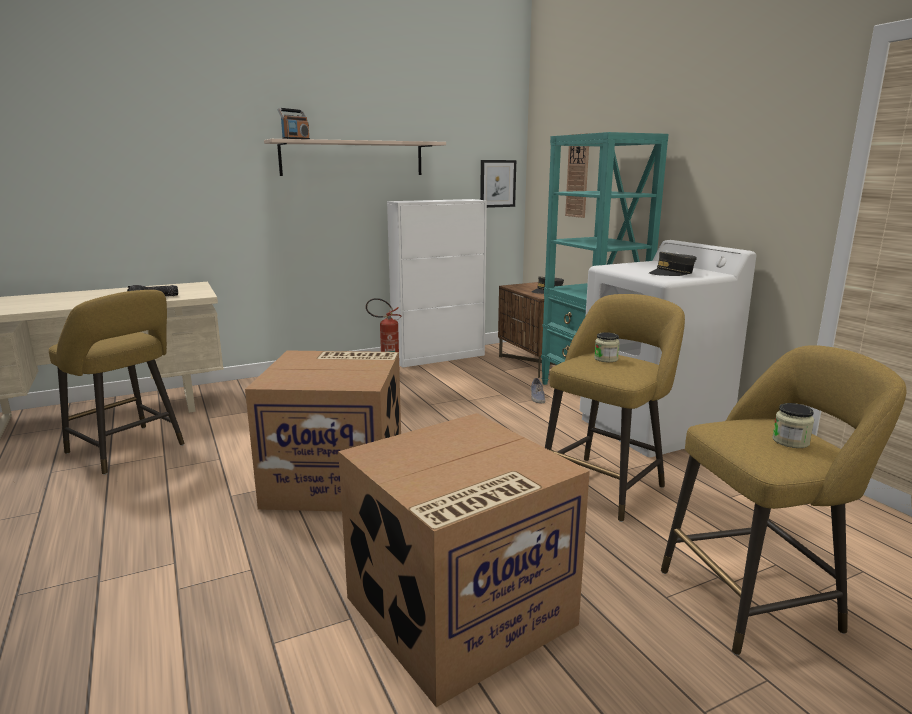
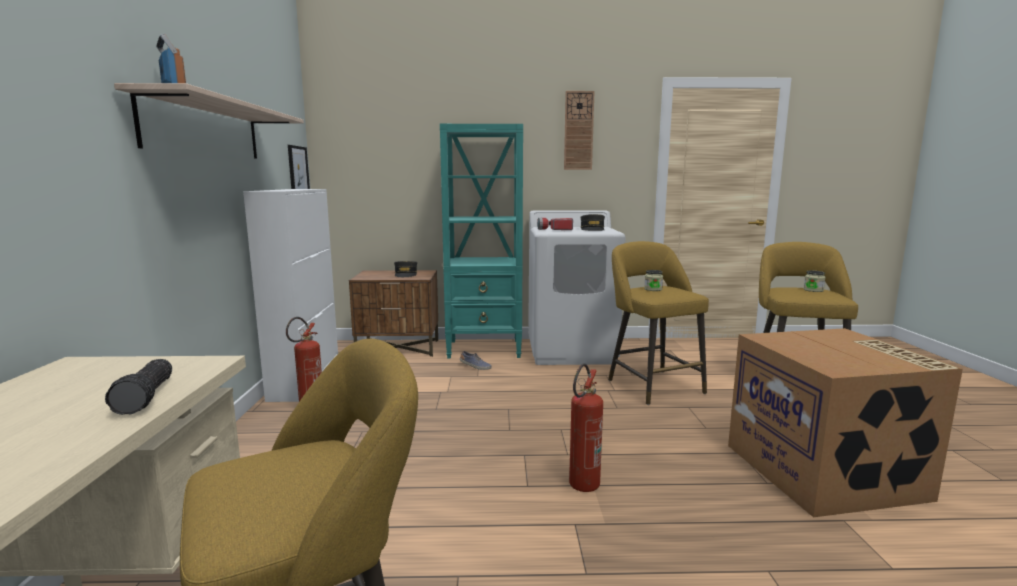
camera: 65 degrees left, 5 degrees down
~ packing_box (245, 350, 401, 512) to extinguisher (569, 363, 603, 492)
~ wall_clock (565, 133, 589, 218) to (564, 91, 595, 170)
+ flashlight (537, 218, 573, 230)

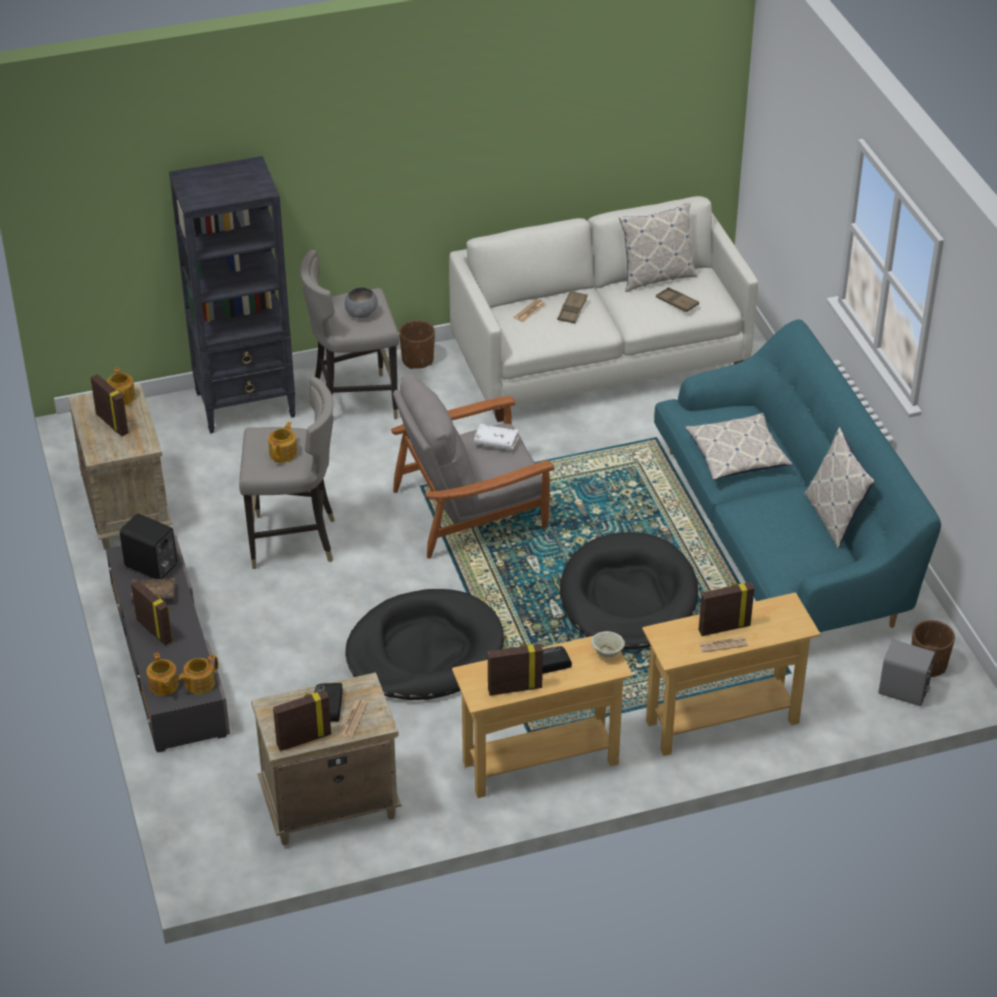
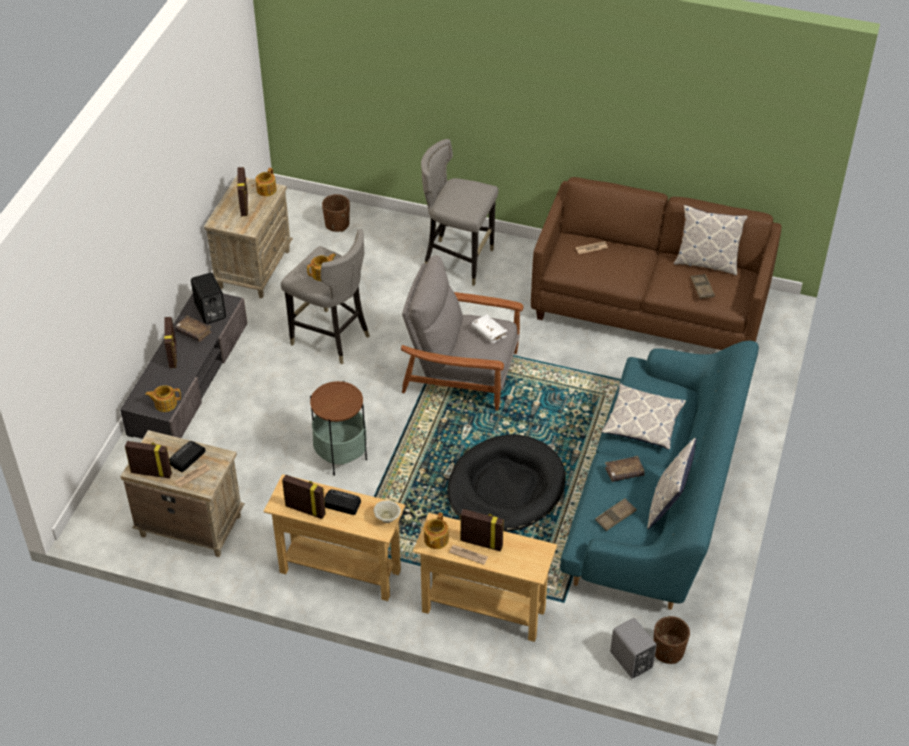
camera: 35 degrees right, 5 degrees up
~ tea_pot (147, 652, 178, 696) to (424, 512, 449, 549)
- black-coloured_bookshelf (169, 156, 296, 433)
- gray_serving_bowl (345, 287, 378, 318)
~ black-coloured_dog_bed (346, 589, 504, 700) to end_table (310, 381, 367, 476)
~ brown_flower_pot (399, 320, 435, 369) to (322, 194, 350, 232)
~ white_couch (449, 196, 758, 422) to brown_couch (531, 177, 782, 350)
~ brown_serving_tray (557, 291, 588, 324) to (595, 498, 637, 531)
+ brown_book (605, 456, 645, 482)

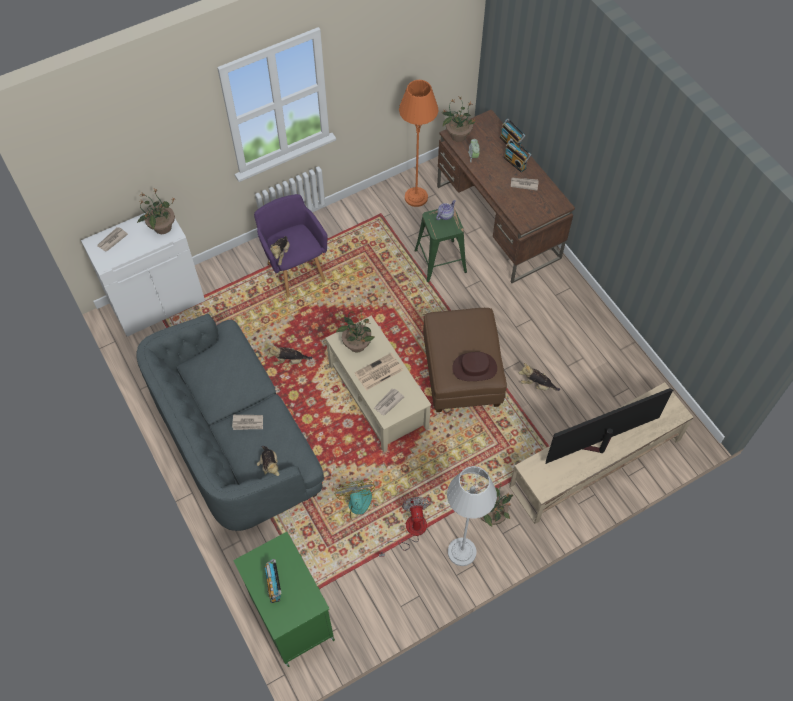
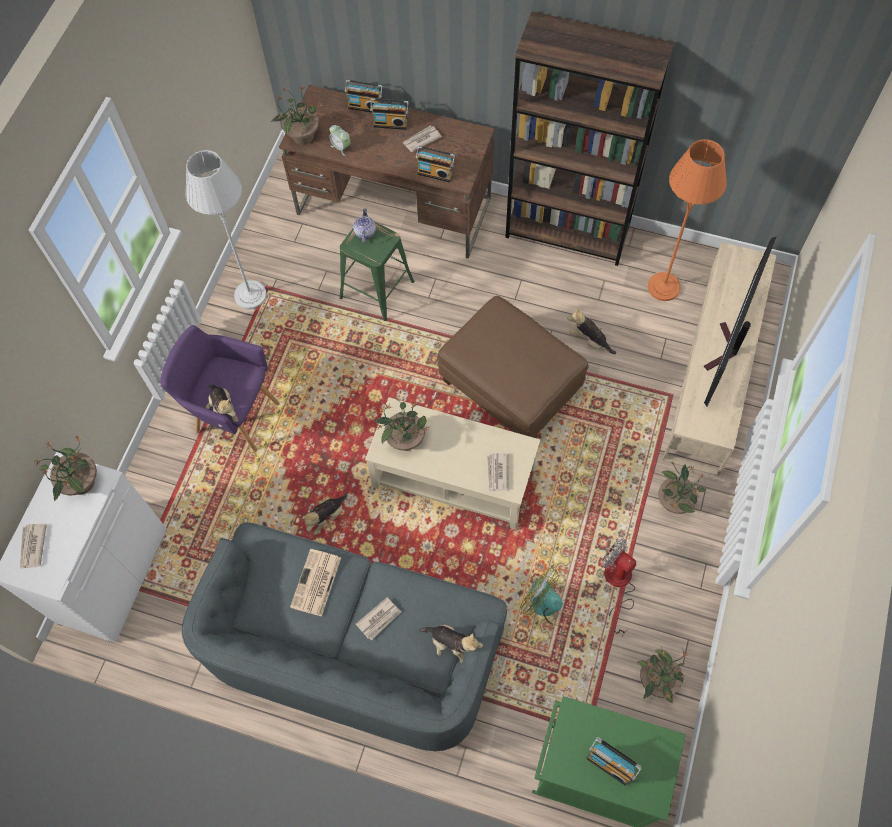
camera: 40 degrees left, 5 degrees up
~ newspaper (355, 353, 403, 391) to (290, 549, 341, 617)
~ orangey_standard_lamp (399, 80, 439, 207) to (648, 139, 727, 301)
~ gray_standard_lamp (447, 466, 497, 566) to (185, 150, 267, 310)
- brown_wearable_hat (452, 352, 497, 381)
~ soft_toy (518, 363, 560, 391) = (567, 307, 616, 354) 60 degrees clockwise
+ radio_receiver (416, 146, 455, 182)
+ brown_bookshelf (505, 11, 674, 266)
+ houseplant (637, 647, 687, 703)

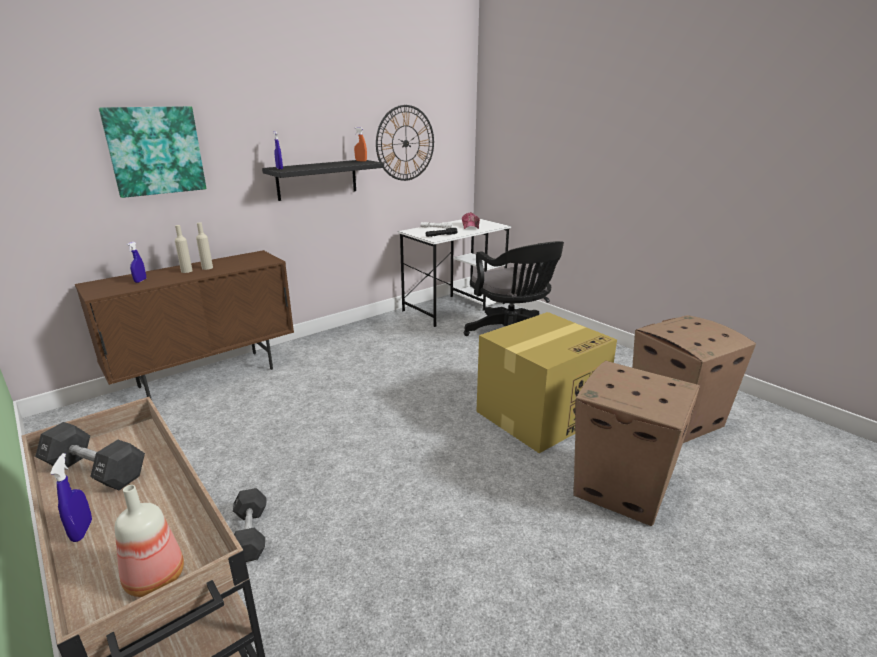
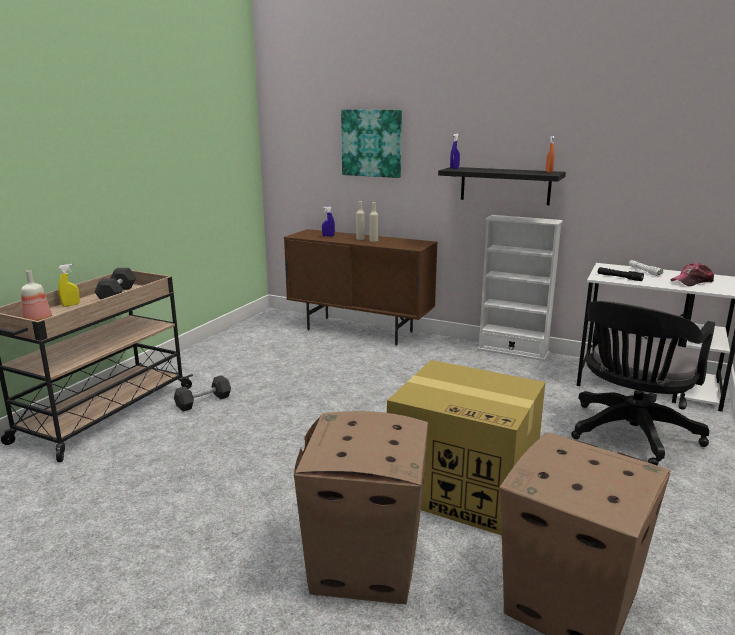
camera: 65 degrees right, 5 degrees down
~ bluish_hand_sprayer (50, 453, 92, 542) to yellowish_hand_sprayer (58, 264, 80, 307)
- wall_clock (376, 105, 434, 181)
+ white_bookshelf (477, 215, 563, 361)

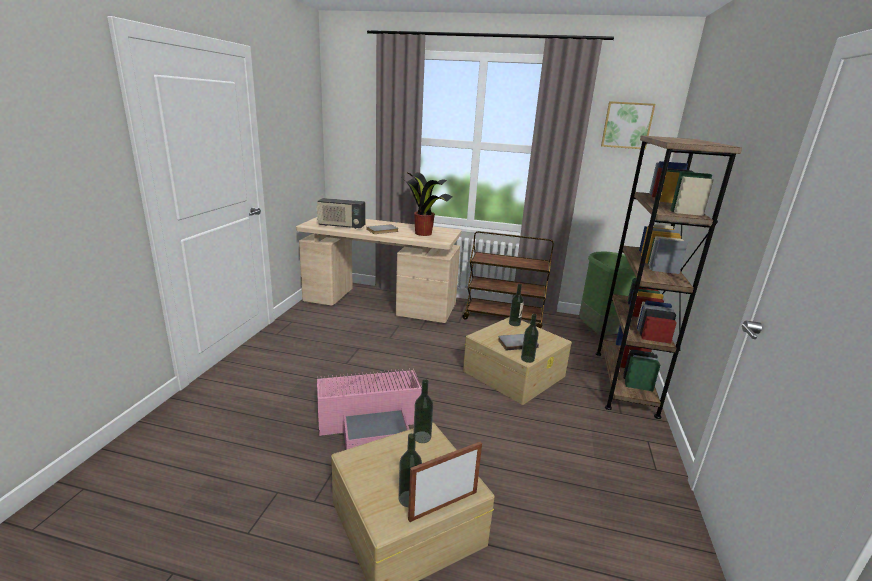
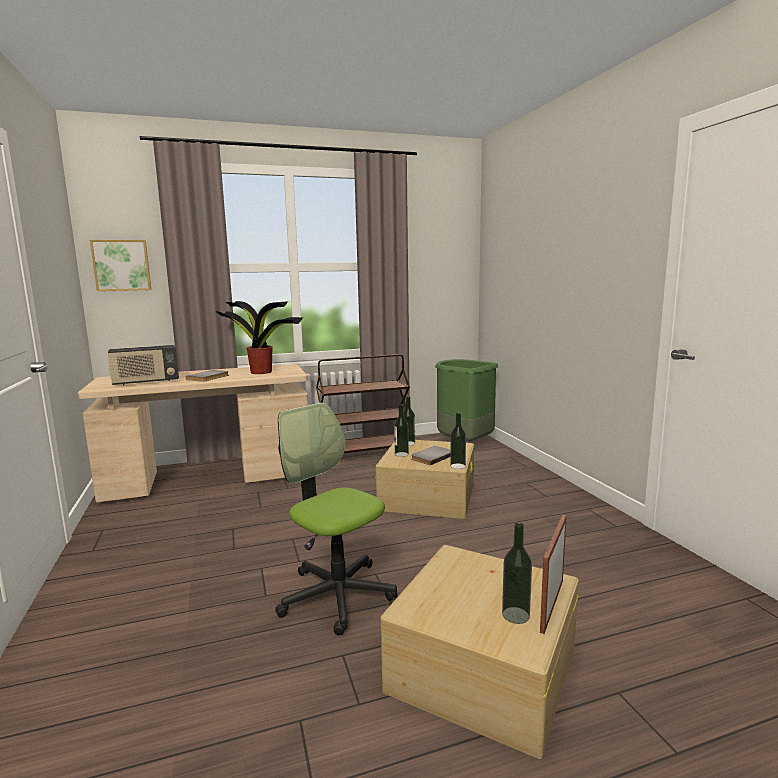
camera: 30 degrees left, 10 degrees down
~ pink_storage_box (317, 368, 422, 450) to desk_chair (275, 403, 398, 635)
~ beverage_bottle (413, 379, 433, 443) to (394, 404, 409, 457)
- brown_bookshelf (596, 135, 742, 419)
~ wall_art (601, 101, 655, 150) to (90, 240, 151, 291)

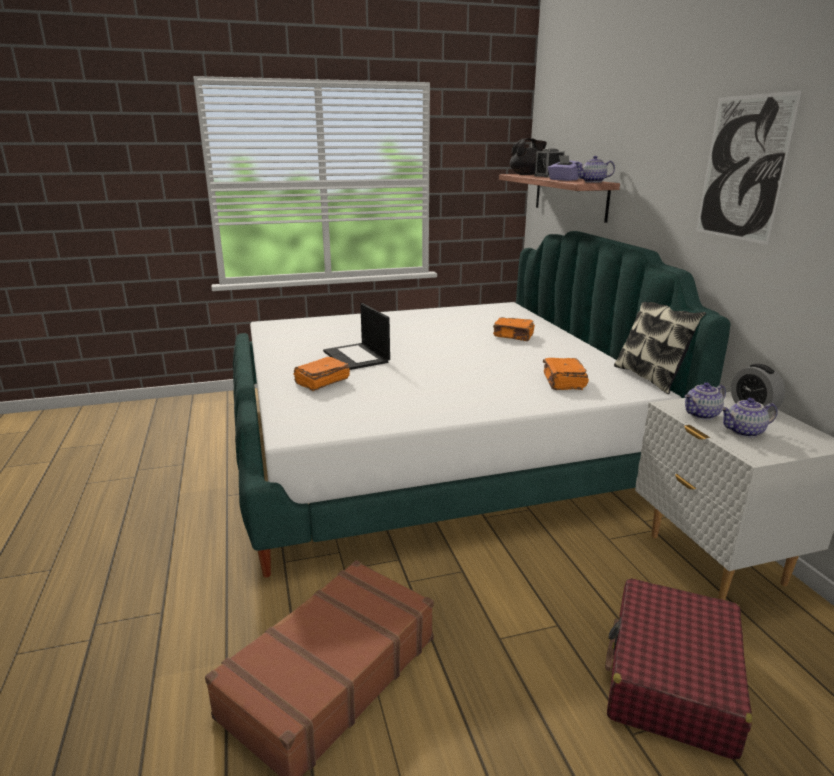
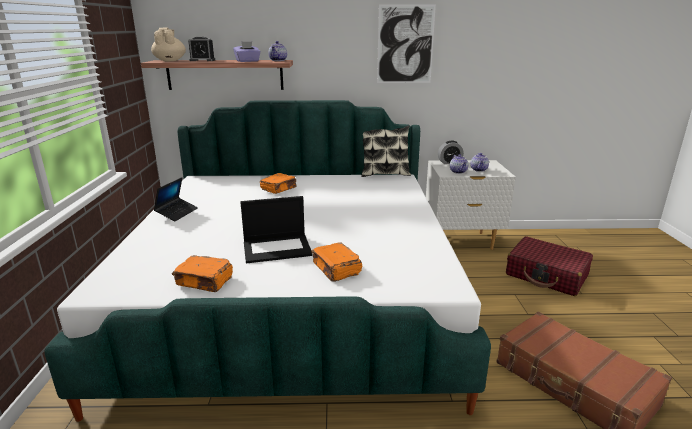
camera: 75 degrees left, 0 degrees up
~ black-coloured_tea_pot (510, 138, 547, 175) to beige_tea_pot (151, 27, 186, 62)
~ orangey_book (543, 358, 589, 390) to (172, 255, 233, 292)
+ laptop (154, 177, 198, 221)

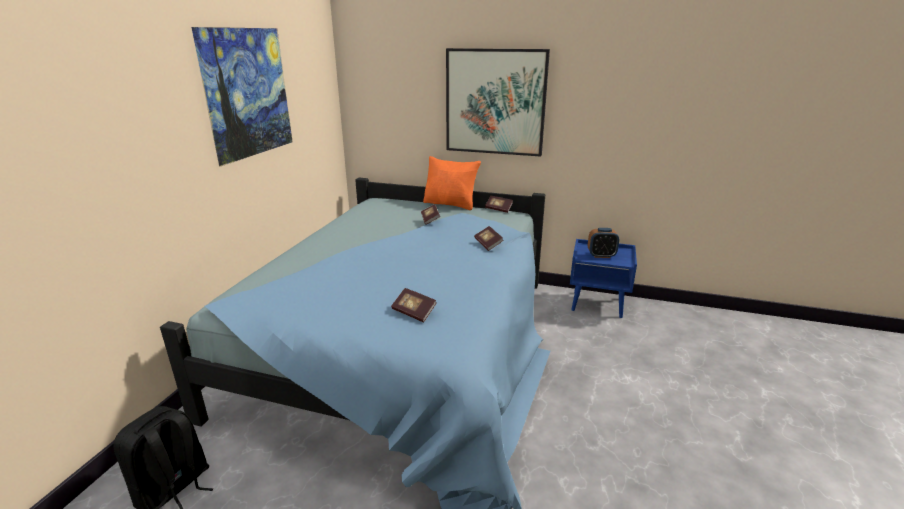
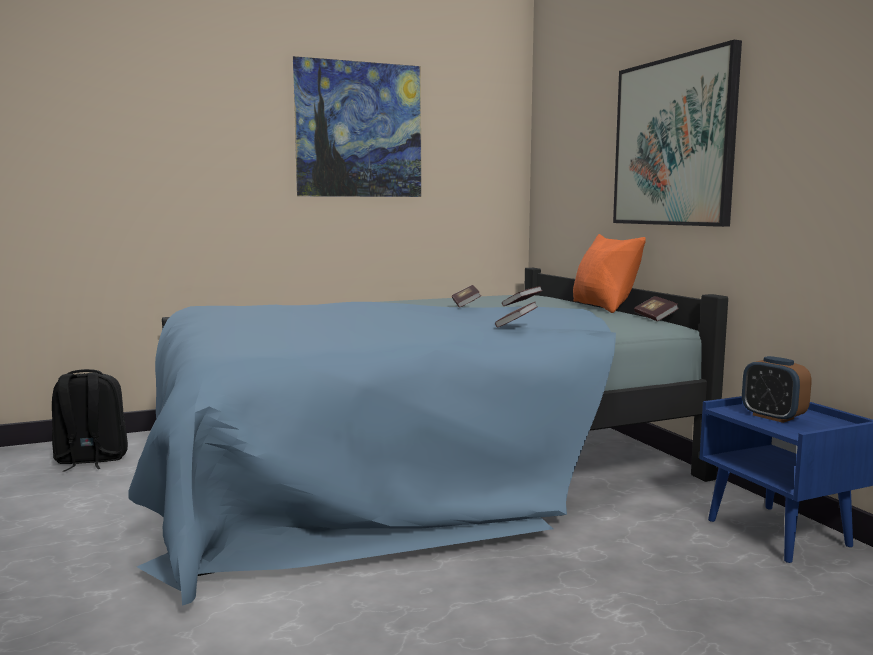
camera: 50 degrees right, 15 degrees down
~ book (391, 288, 436, 322) to (452, 285, 481, 308)

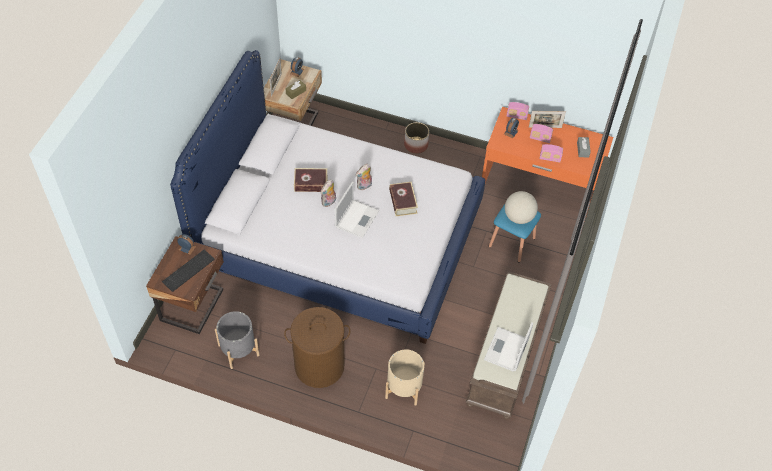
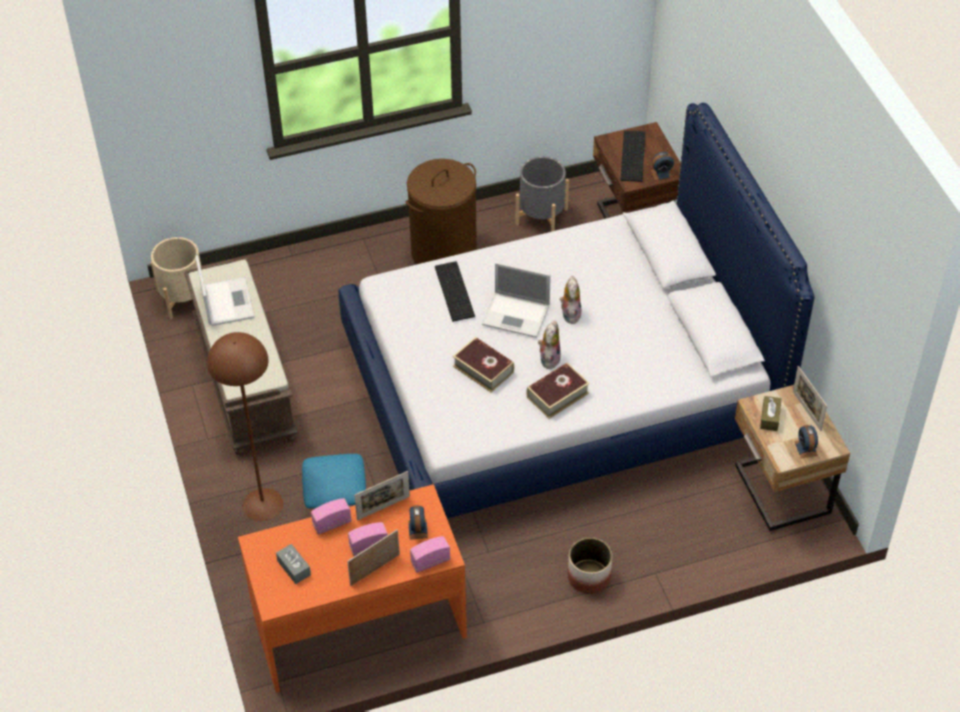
camera: 145 degrees right, 5 degrees down
~ book (294, 168, 328, 192) to (527, 363, 590, 419)
~ laptop (334, 182, 379, 238) = (482, 262, 551, 338) 60 degrees counterclockwise
~ beige_flower_pot (385, 349, 425, 406) to (151, 237, 201, 319)
- desk_globe (505, 191, 538, 224)
+ brown_standard_lamp (207, 332, 283, 521)
+ standing_frame (354, 471, 410, 520)
+ computer_keyboard (435, 261, 475, 322)

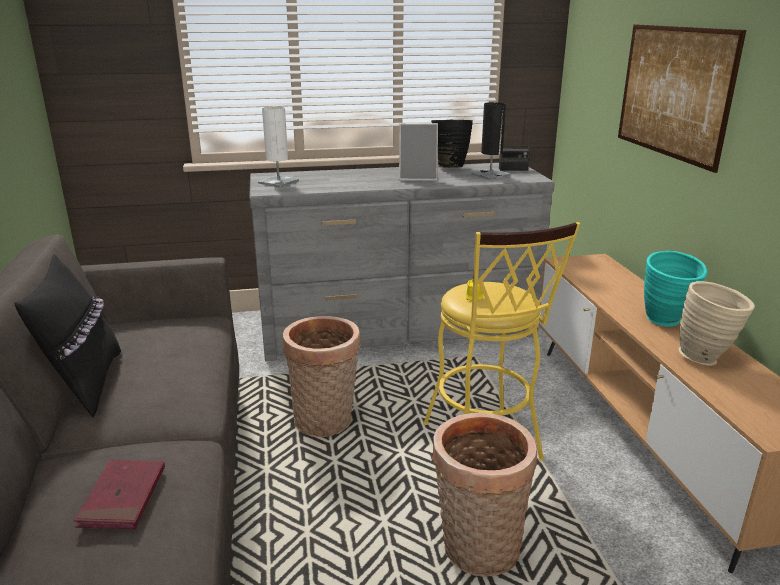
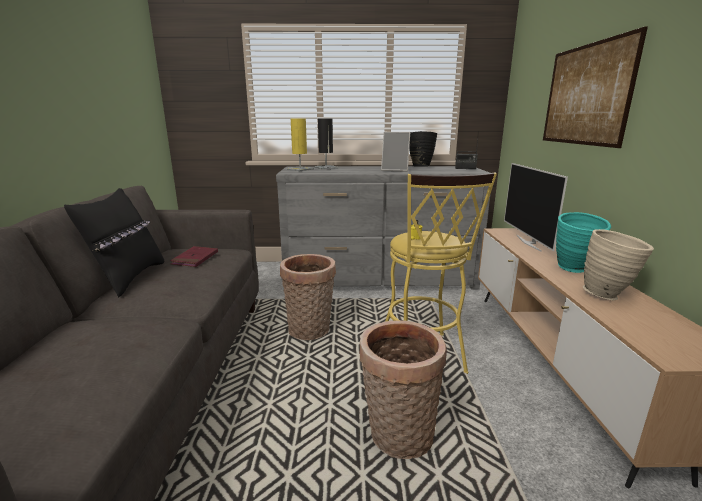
camera: 10 degrees right, 5 degrees down
~ red-coloured_book (74, 459, 165, 529) to (170, 246, 218, 267)
~ white_table_lamp (258, 106, 299, 187) to yellowish_table_lamp (287, 118, 314, 171)
~ black-coloured_table_lamp (471, 102, 510, 180) to (314, 118, 339, 170)
+ TV (504, 163, 568, 252)

